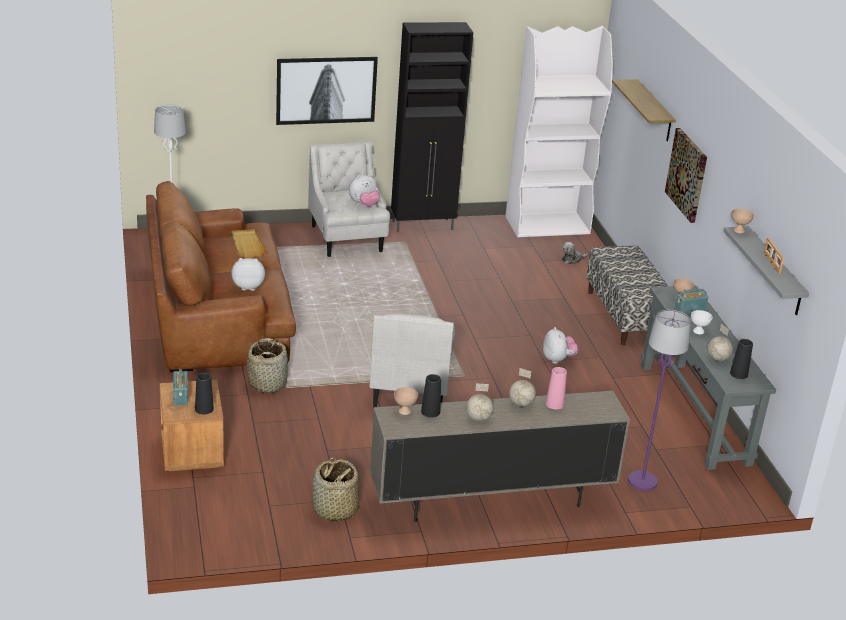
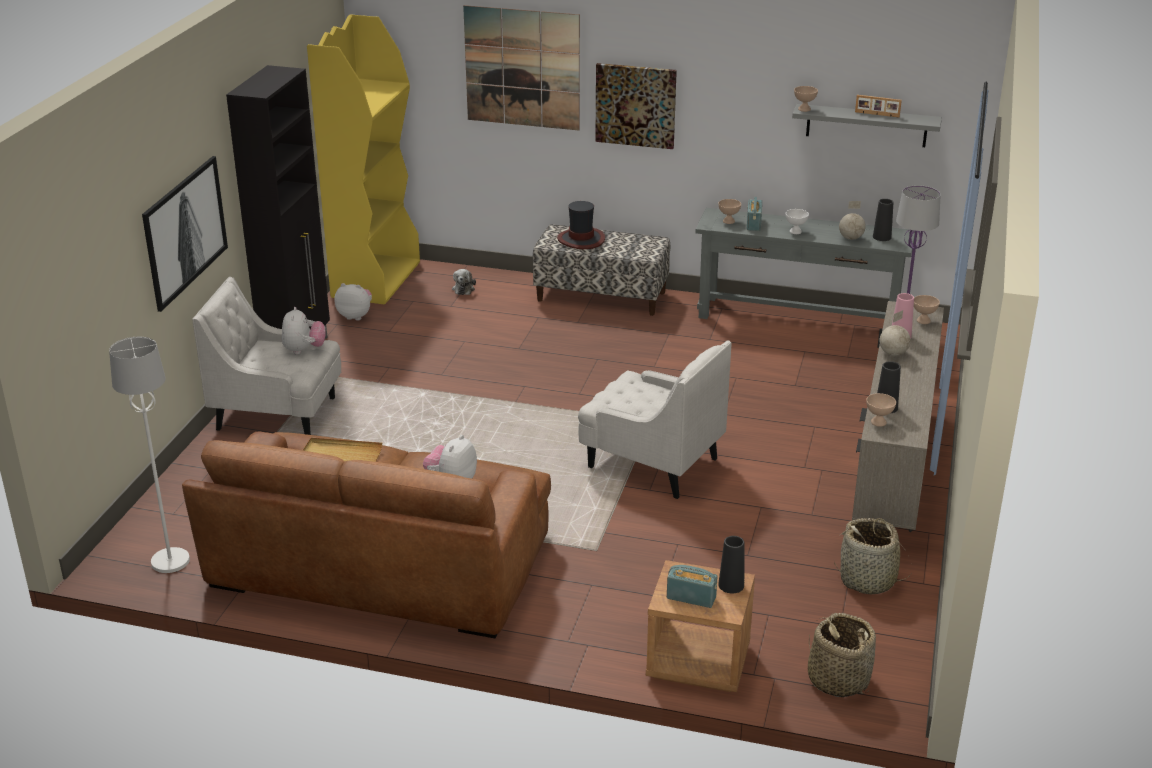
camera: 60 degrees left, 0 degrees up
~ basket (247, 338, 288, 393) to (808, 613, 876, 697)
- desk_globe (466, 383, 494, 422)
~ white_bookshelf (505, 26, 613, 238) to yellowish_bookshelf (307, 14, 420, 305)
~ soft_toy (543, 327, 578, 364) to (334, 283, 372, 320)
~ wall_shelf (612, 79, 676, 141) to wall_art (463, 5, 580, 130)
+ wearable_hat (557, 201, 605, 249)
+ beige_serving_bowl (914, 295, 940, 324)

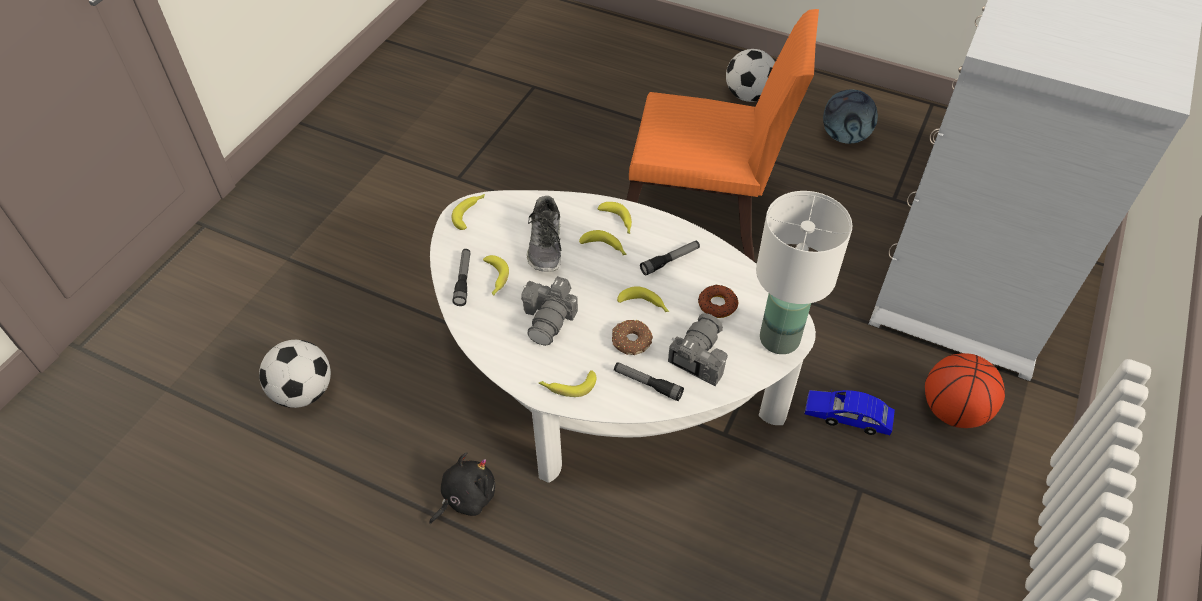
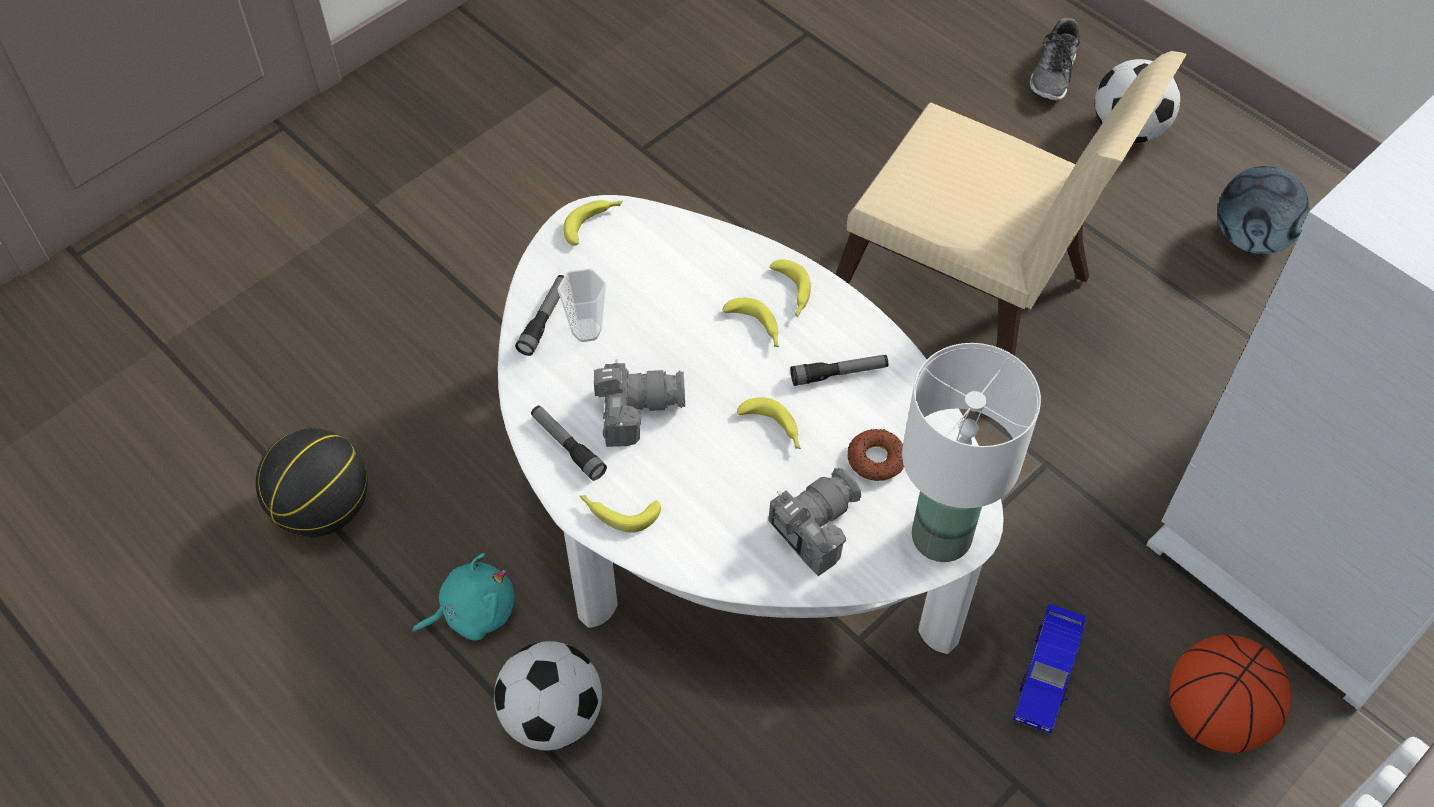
camera: 20 degrees right, 5 degrees up
~ ball_for_football (259, 340, 331, 408) to (494, 641, 602, 751)
~ black-coloured_soft_toy (429, 452, 495, 524) to turquoise_soft_toy (412, 553, 515, 641)
~ banana (483, 255, 509, 296) to drinking_cup (558, 269, 606, 342)
~ still_camera (521, 276, 578, 346) = (594, 359, 685, 447) 135 degrees counterclockwise
~ item_of_footwear (527, 196, 561, 272) to (1030, 18, 1080, 101)
- ring_doughnut (612, 320, 653, 356)
~ flashlight (614, 362, 684, 401) to (531, 405, 607, 481)
~ orangey_chair (626, 9, 819, 262) to beige_chair (835, 51, 1187, 356)
~ bluish_model_car (804, 390, 895, 435) = (1013, 604, 1086, 734) 105 degrees counterclockwise
+ basketball (256, 428, 368, 537)

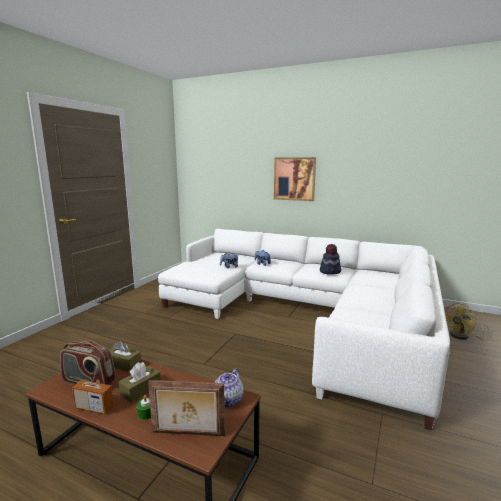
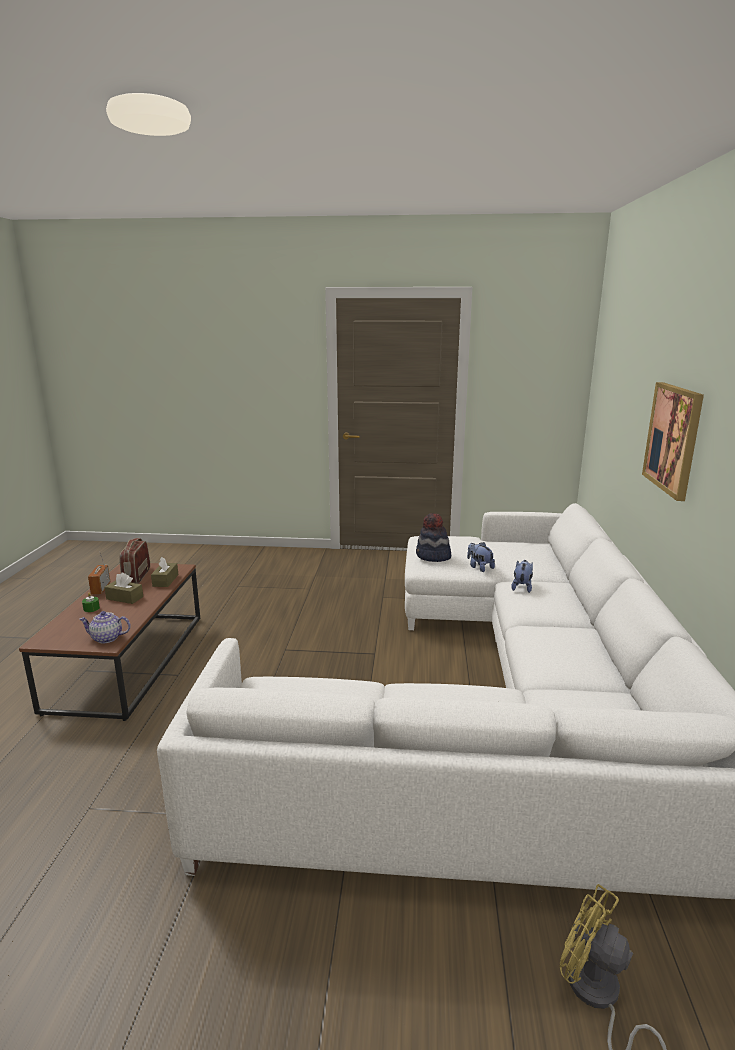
camera: 70 degrees right, 5 degrees up
- standing_frame (148, 380, 225, 436)
~ wearable_hat (320, 244, 341, 275) to (416, 513, 451, 562)

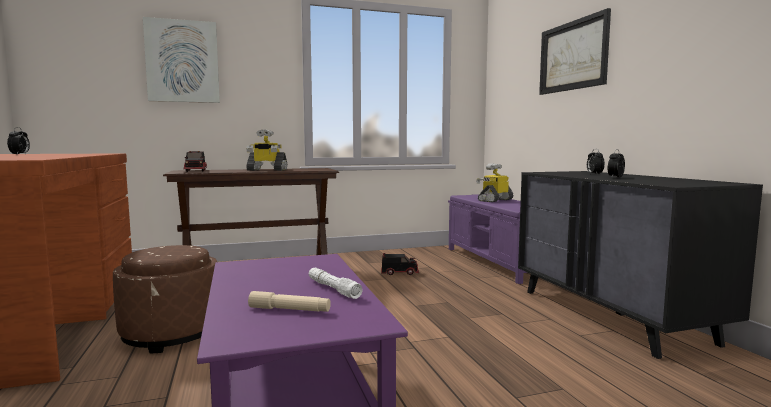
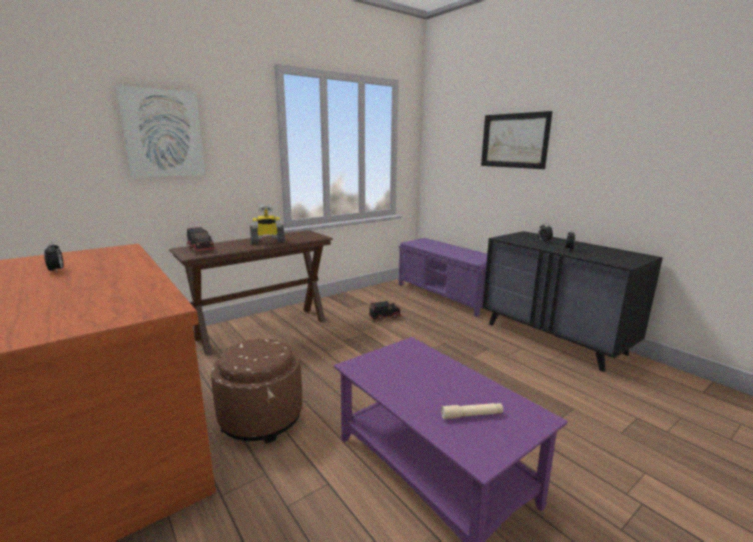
camera: 20 degrees left, 10 degrees up
- white_flashlight (309, 268, 363, 299)
- toy_robot (476, 164, 514, 202)

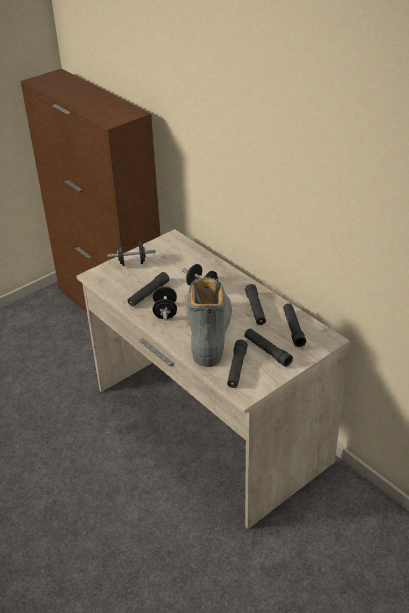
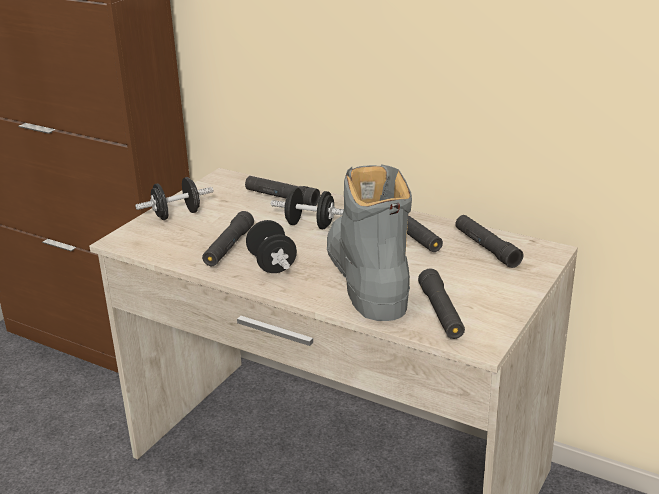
camera: 20 degrees left, 10 degrees down
~ black-coloured_flashlight (245, 329, 293, 367) to (245, 176, 320, 206)

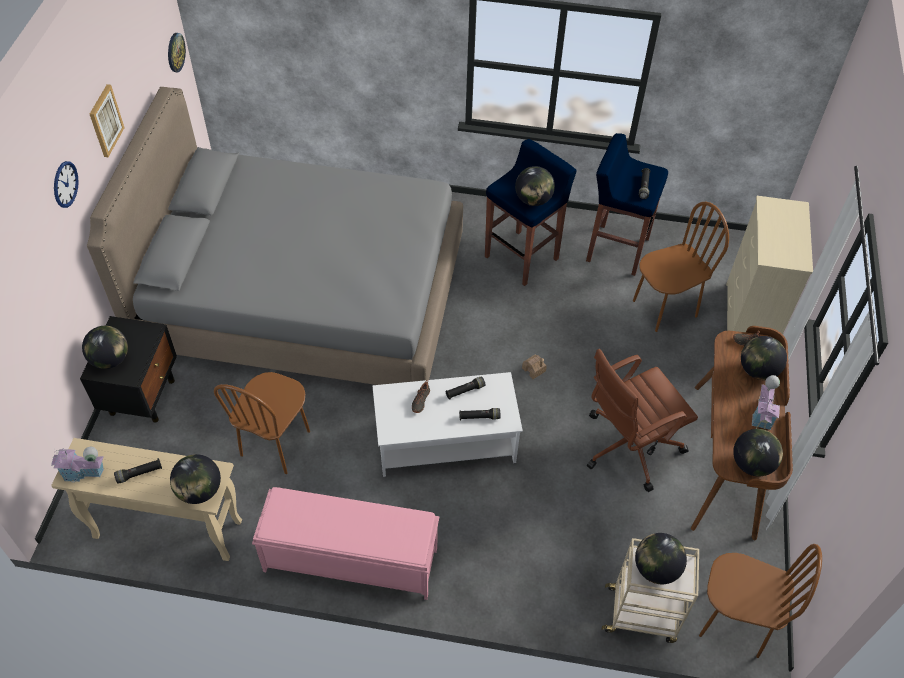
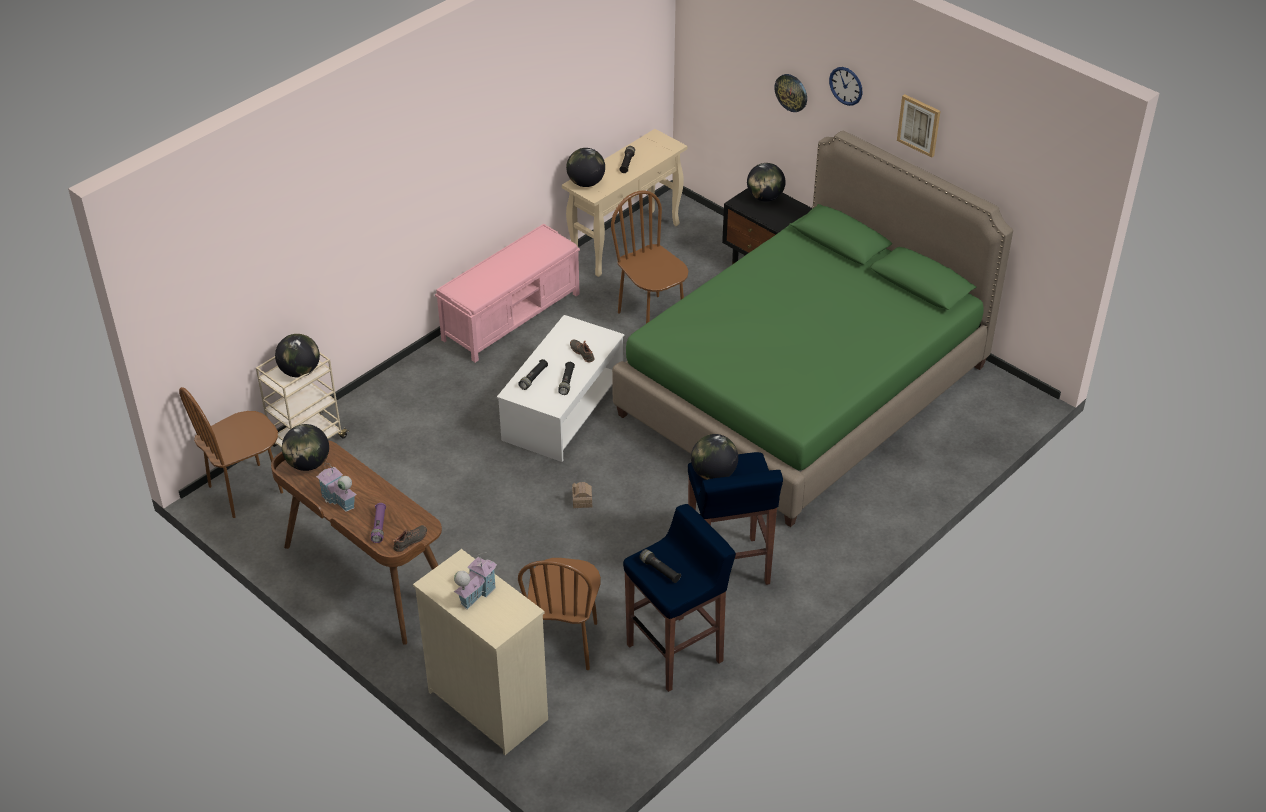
camera: 125 degrees right, 10 degrees down
~ miniature_house (51, 447, 104, 483) to (454, 552, 497, 610)
~ gray_sleeping_bed (87, 87, 463, 385) to green_sleeping_bed (612, 130, 1013, 527)
~ wall_clock (168, 33, 186, 72) to (774, 74, 807, 112)
- brown_desk_chair (587, 349, 698, 492)
~ desk_globe (741, 336, 787, 380) to purplish_flashlight (371, 503, 386, 543)

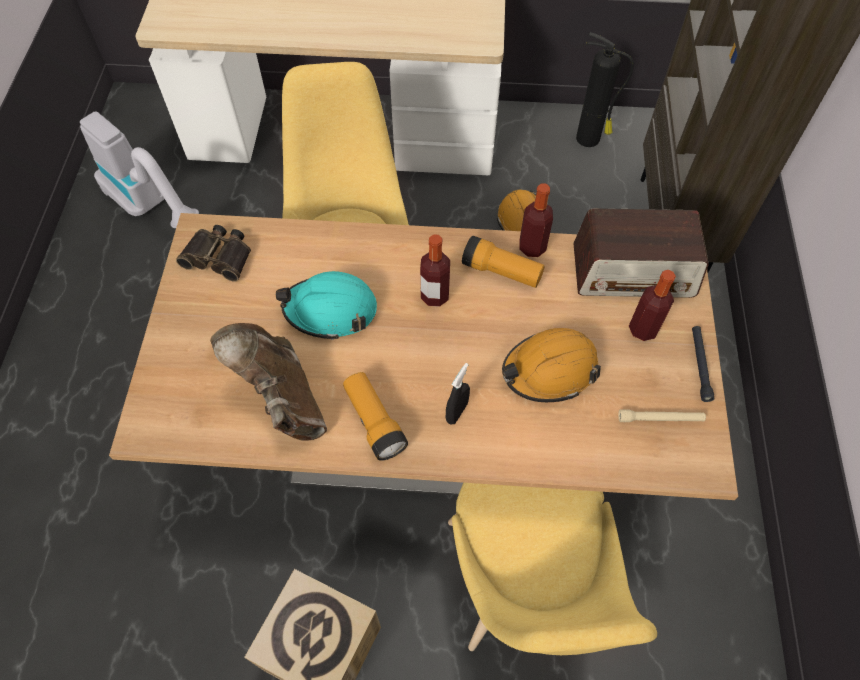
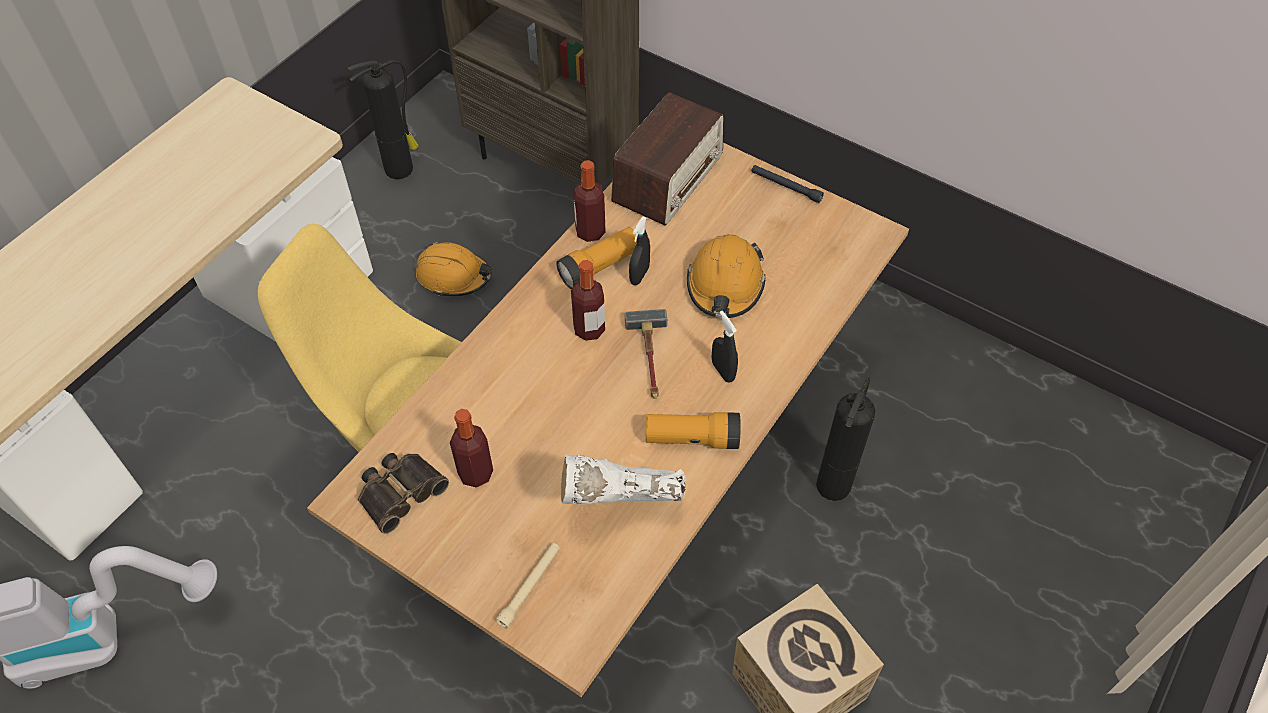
camera: 60 degrees left, 5 degrees down
~ brown_high-top_boot (210, 323, 327, 441) to white_high-top_boot (561, 455, 686, 505)
- turquoise_safety_helmet (276, 271, 377, 340)
~ yellowish_chair (448, 483, 657, 655) to extinguisher (816, 378, 875, 501)
~ beige_flashlight (618, 409, 706, 422) to (496, 543, 560, 628)
~ beverage_bottle (629, 270, 676, 341) to (450, 409, 493, 488)
+ hand_hammer (625, 309, 667, 399)
+ black-coloured_hand_sprayer (629, 217, 650, 285)

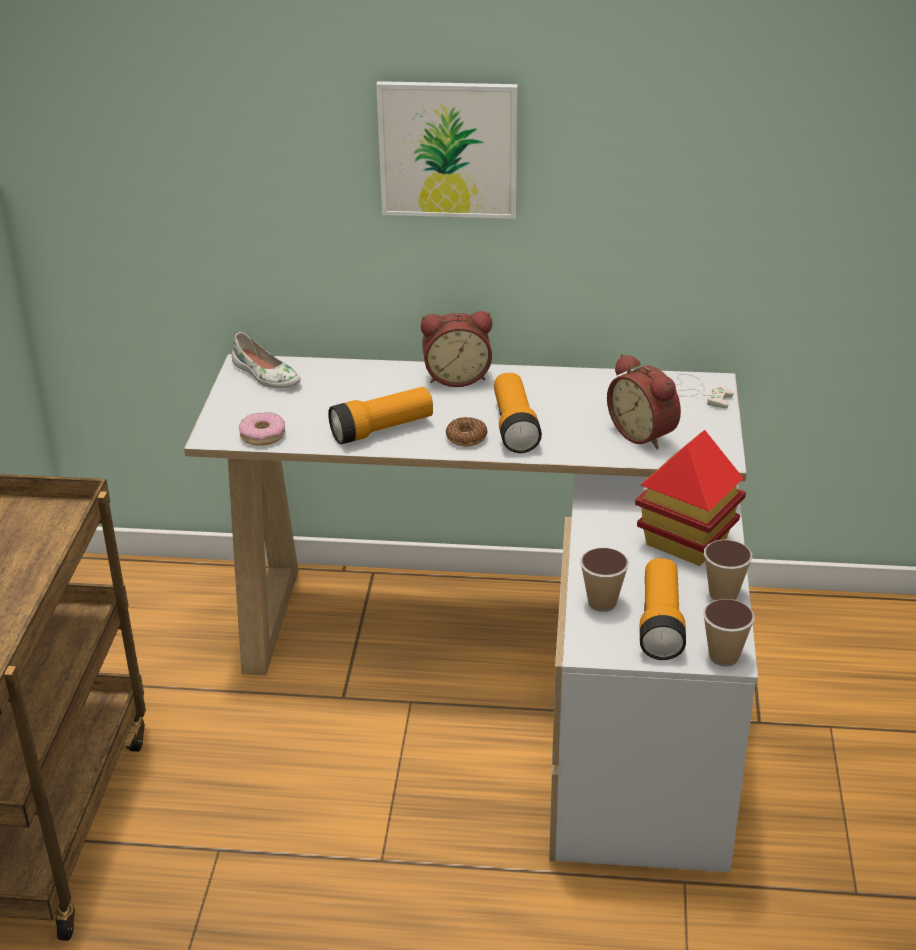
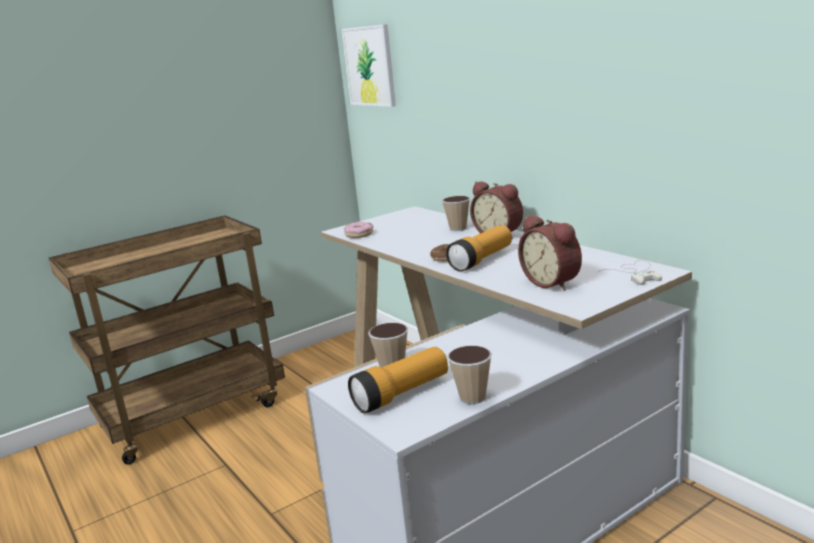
camera: 50 degrees right, 15 degrees down
- white_item_of_footwear (232, 332, 301, 388)
- flashlight (328, 387, 433, 444)
~ wall_art (376, 81, 518, 219) to (342, 24, 396, 107)
~ table_clock (607, 354, 681, 449) = (518, 215, 582, 291) 45 degrees counterclockwise
- miniature_house (635, 430, 746, 566)
~ drinking_cup (703, 599, 755, 667) to (442, 196, 470, 231)

